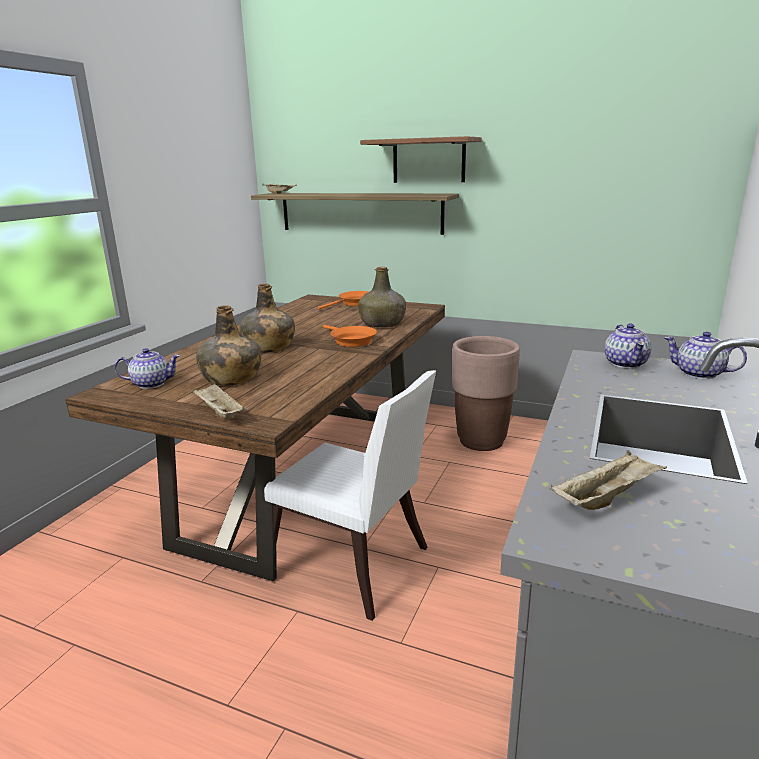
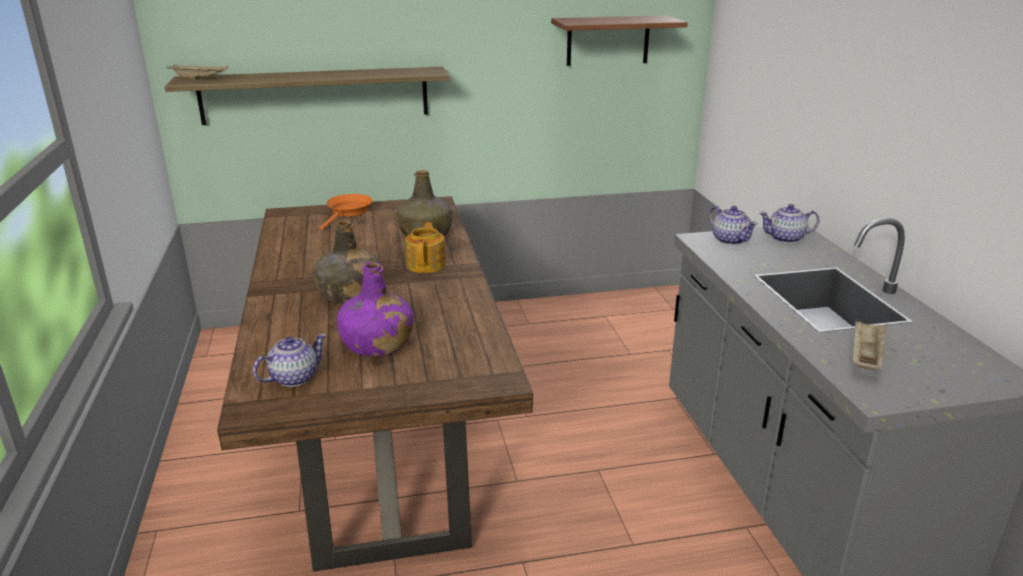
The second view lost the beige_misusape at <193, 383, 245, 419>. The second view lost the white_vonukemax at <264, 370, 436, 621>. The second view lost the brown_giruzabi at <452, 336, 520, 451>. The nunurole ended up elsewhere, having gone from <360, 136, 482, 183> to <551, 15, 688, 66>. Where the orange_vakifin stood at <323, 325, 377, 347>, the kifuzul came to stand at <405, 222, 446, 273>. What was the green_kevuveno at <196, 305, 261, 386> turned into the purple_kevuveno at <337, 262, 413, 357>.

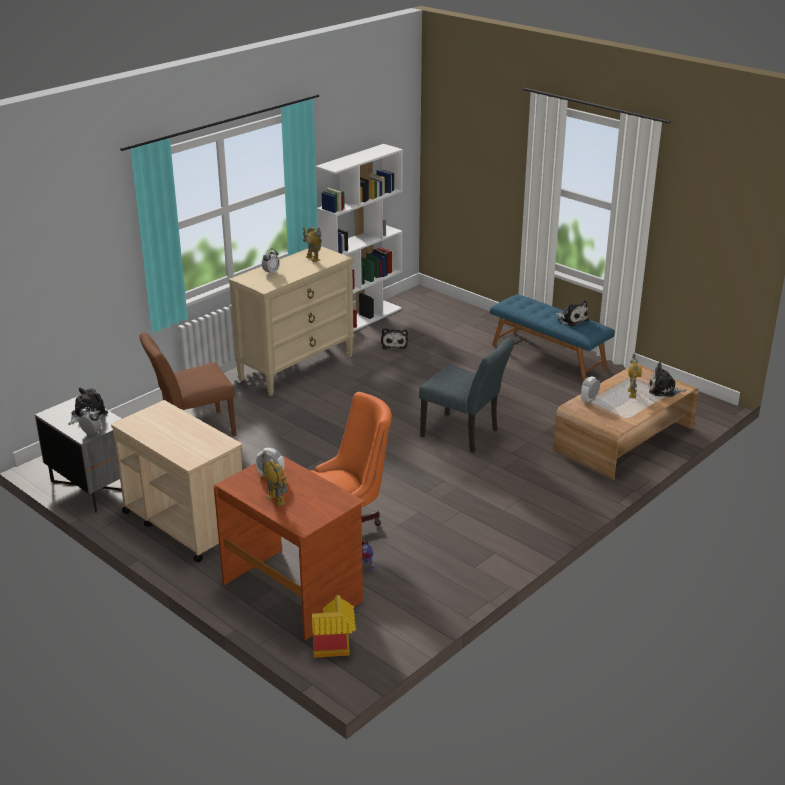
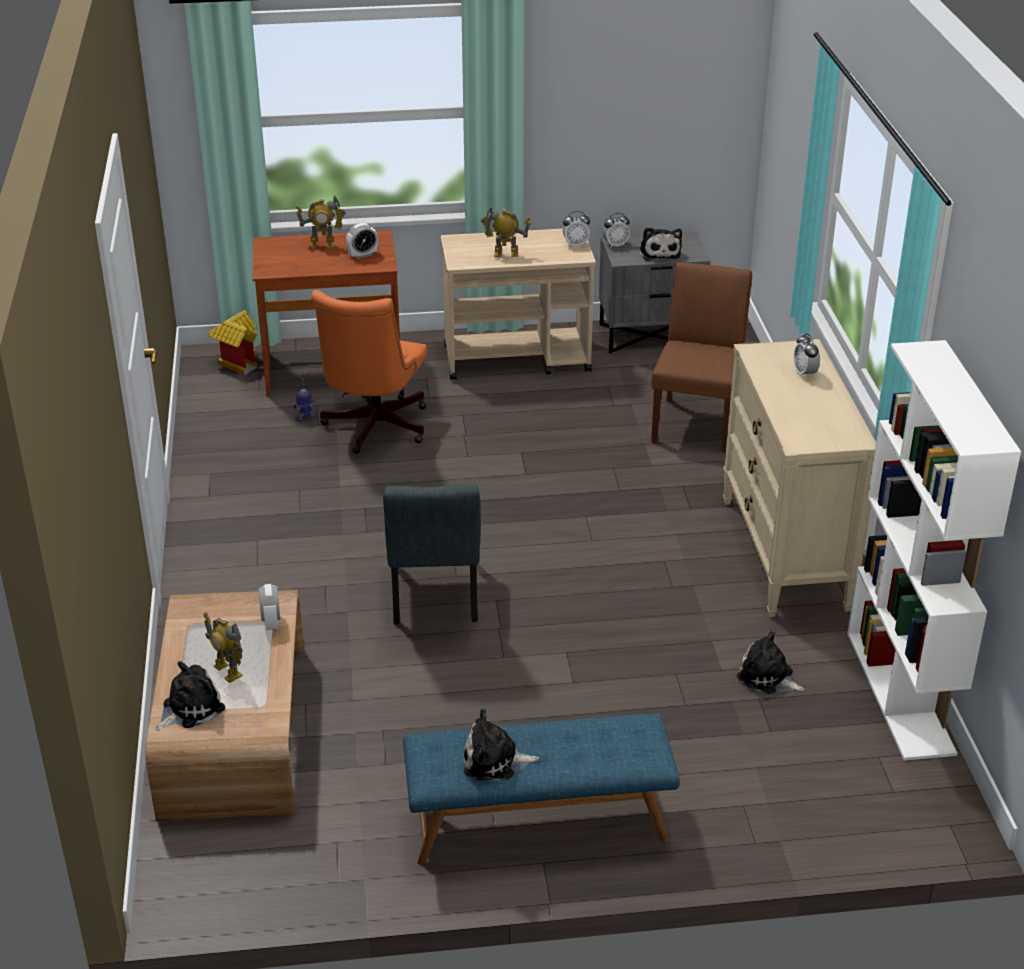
The second view gained the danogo at <563, 211, 590, 247>. The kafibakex ended up elsewhere, having gone from <303, 227, 322, 262> to <481, 206, 531, 257>. The grey_vonukemax at <419, 337, 515, 453> ended up facing another way, 75 degrees counterclockwise from before.

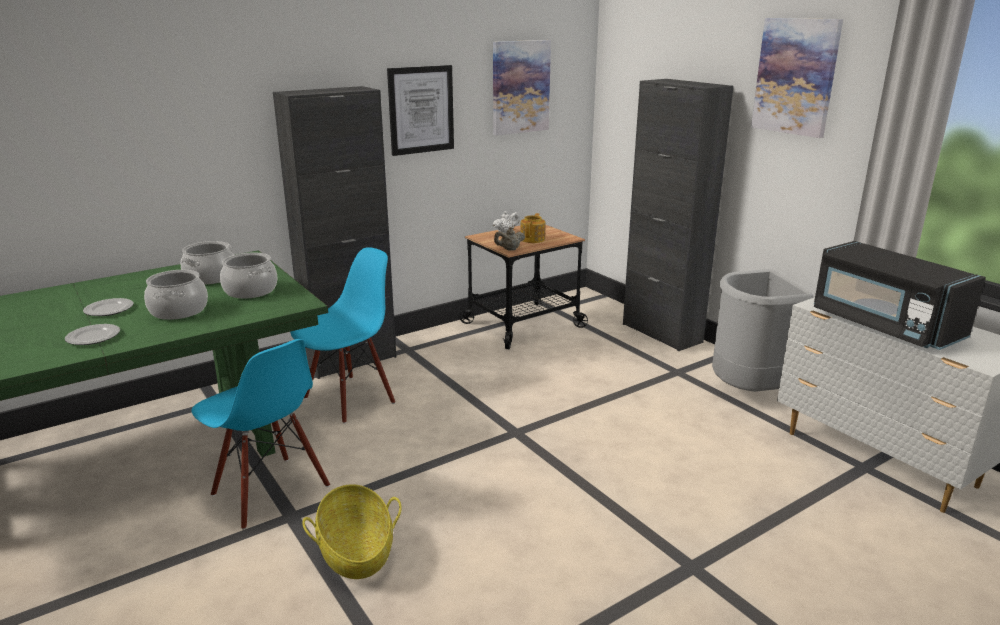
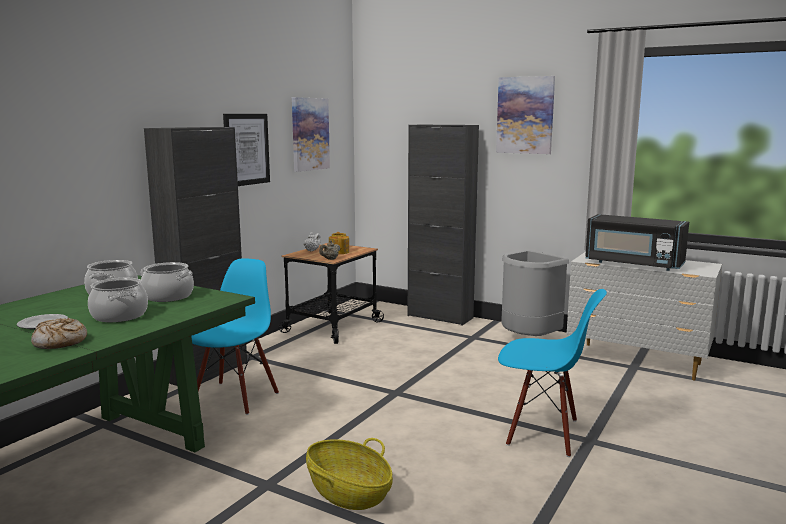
The blue_vonukemax ended up elsewhere, having gone from <191, 339, 330, 530> to <498, 289, 607, 457>. Where the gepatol stood at <65, 324, 120, 345>, the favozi came to stand at <31, 318, 87, 349>.

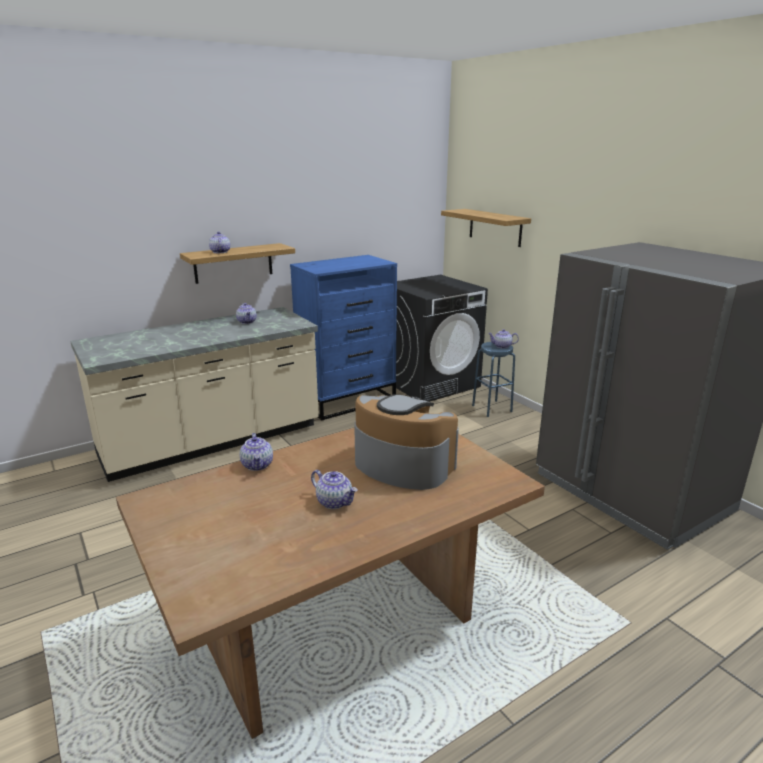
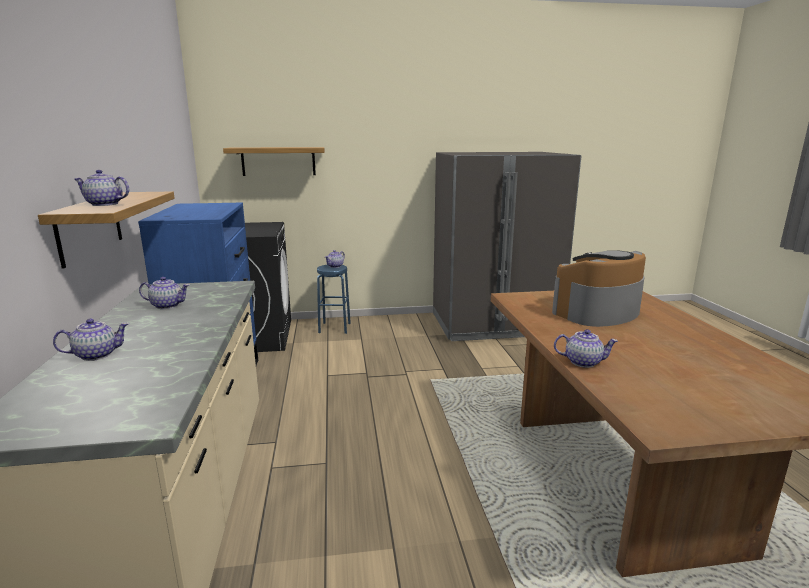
The kifuzul ended up elsewhere, having gone from <311, 470, 358, 509> to <53, 318, 129, 361>.

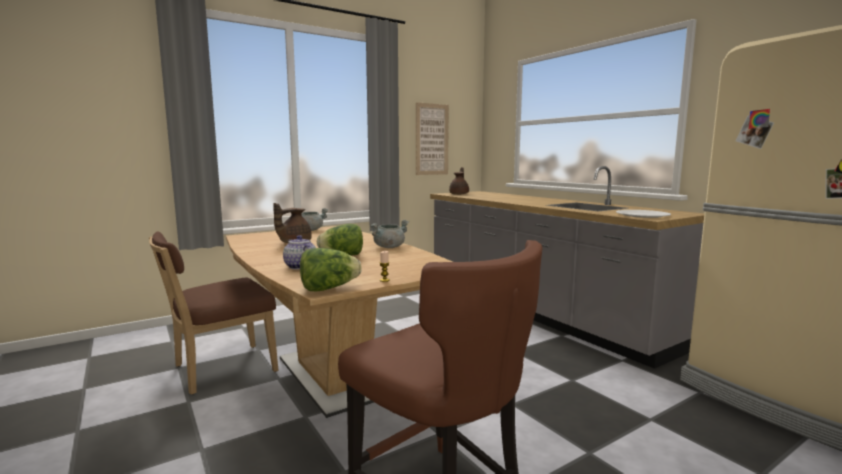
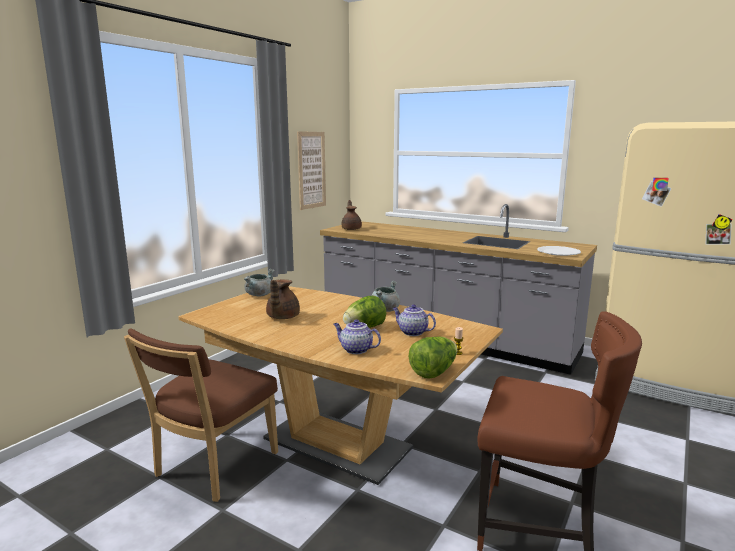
The second view gained the kifuzul at <393, 304, 436, 336>.

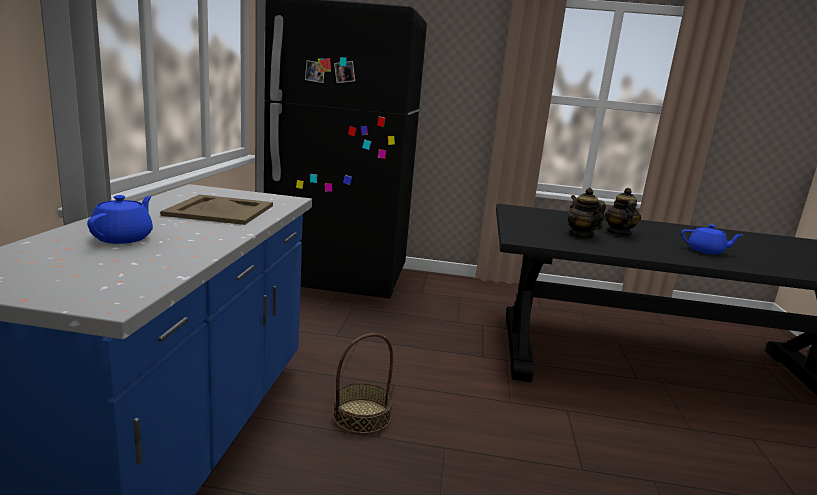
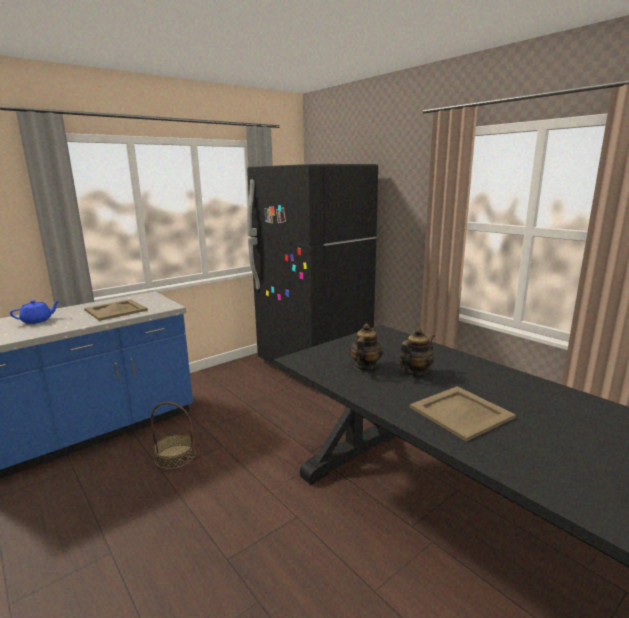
Where the blue_kifuzul stood at <681, 224, 743, 254>, the beige_misusape came to stand at <410, 386, 516, 442>.

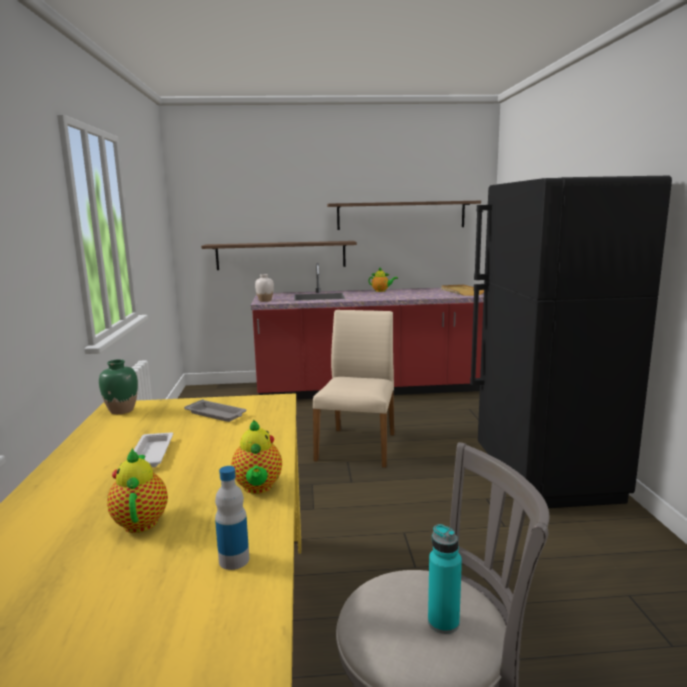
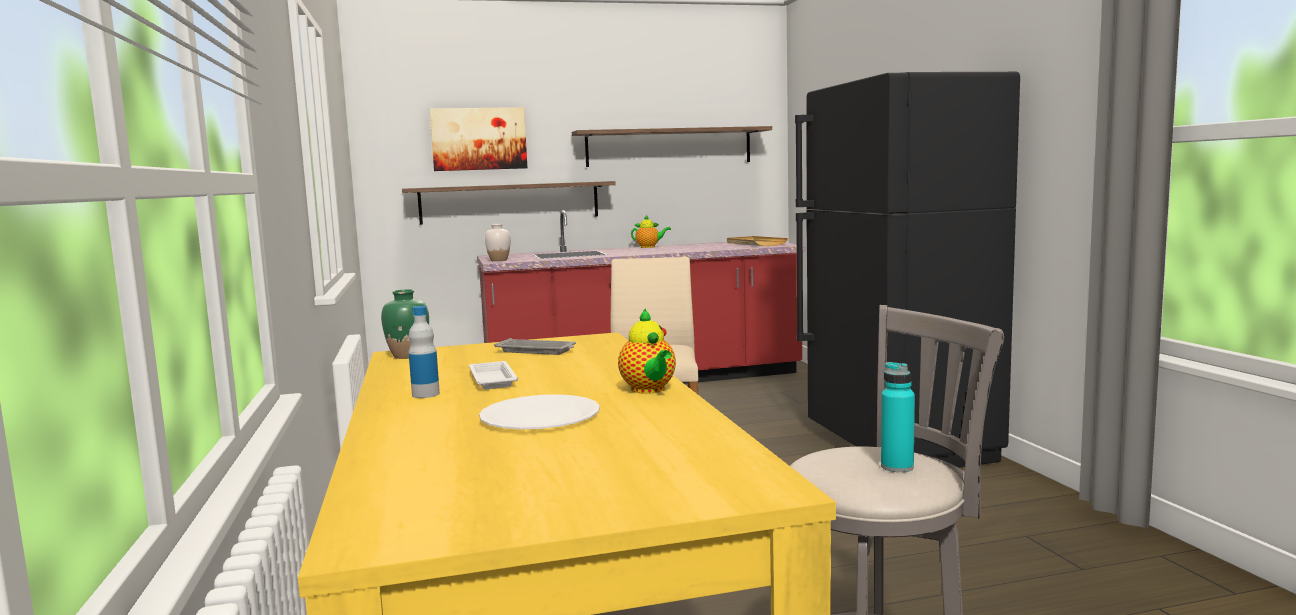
The second view gained the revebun at <430, 107, 527, 171>. The kevuveno ended up elsewhere, having gone from <215, 466, 249, 570> to <409, 306, 440, 398>. Where the kifuzul stood at <107, 447, 168, 533>, the white_gepatol came to stand at <479, 394, 600, 429>.

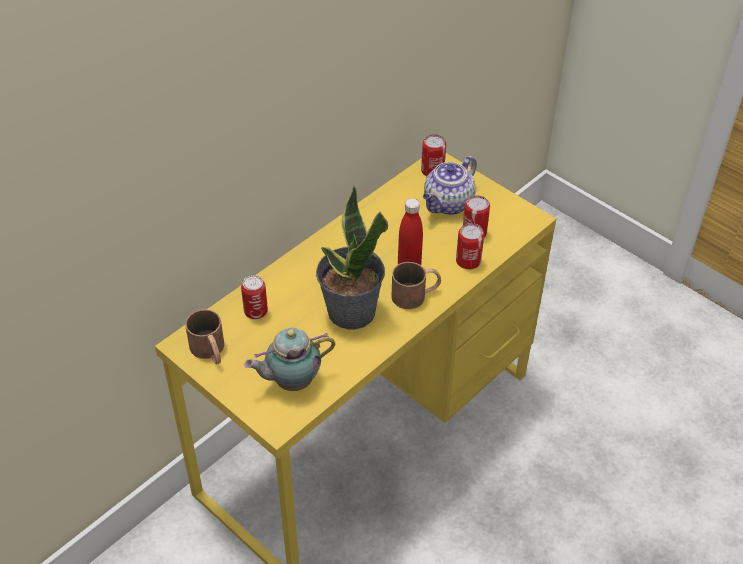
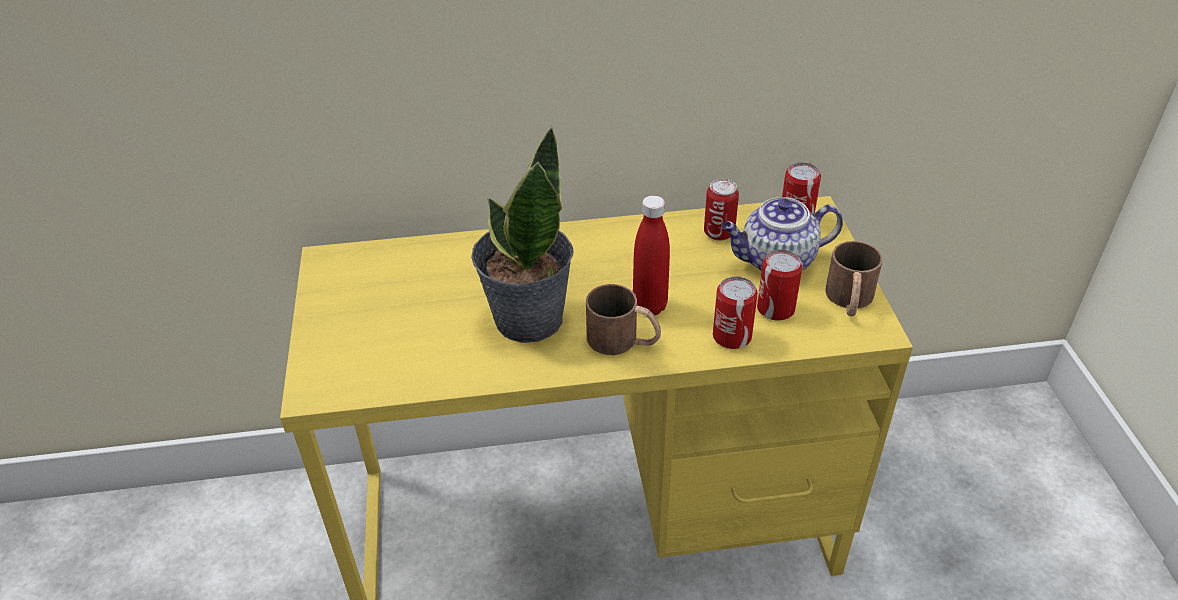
The second view lost the kifuzul at <244, 328, 335, 391>. The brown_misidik ended up elsewhere, having gone from <185, 309, 224, 364> to <826, 241, 883, 316>. The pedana ended up elsewhere, having gone from <241, 275, 268, 319> to <704, 179, 739, 241>.

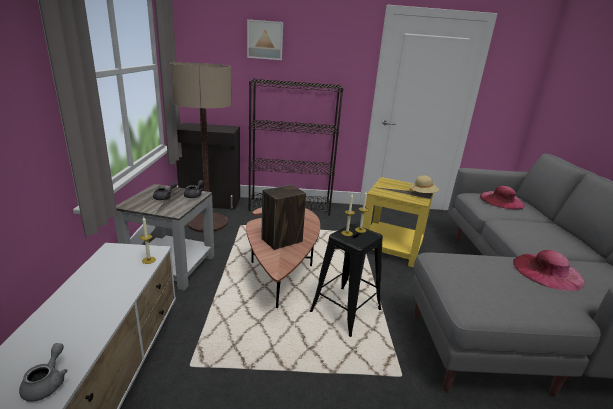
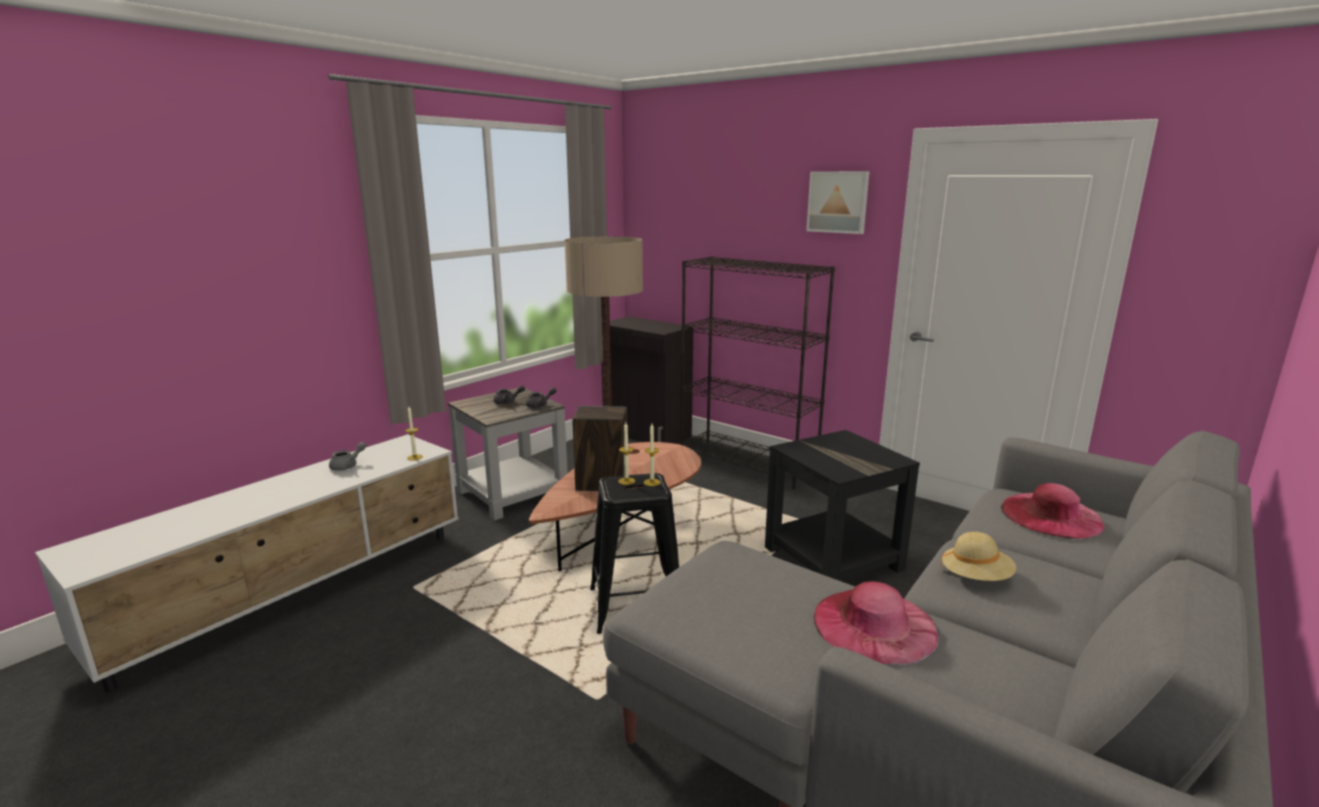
The grey_kifuzul ended up elsewhere, having gone from <19, 343, 68, 402> to <329, 442, 366, 471>. The revebun ended up elsewhere, having gone from <247, 19, 283, 60> to <806, 171, 870, 234>. The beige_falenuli ended up elsewhere, having gone from <410, 175, 439, 193> to <940, 532, 1016, 581>. What was the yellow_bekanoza at <363, 177, 433, 268> turned into the black_bekanoza at <765, 430, 920, 581>.

